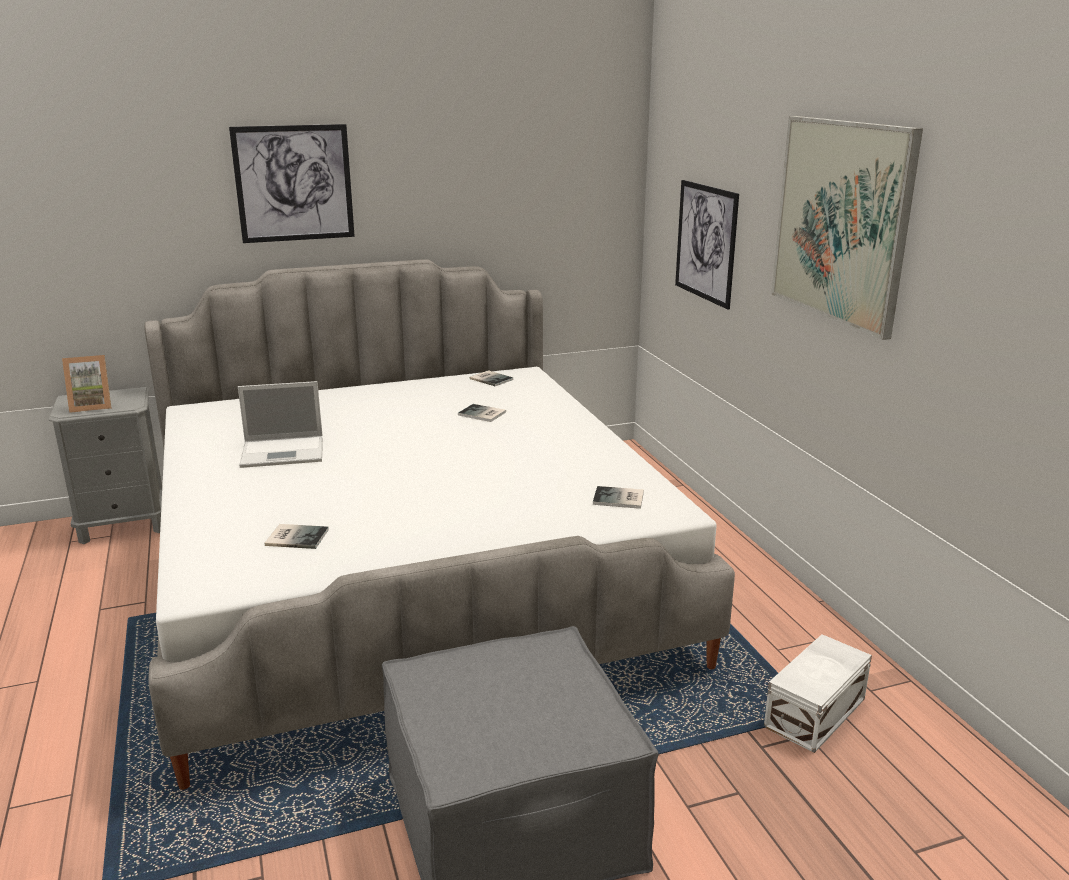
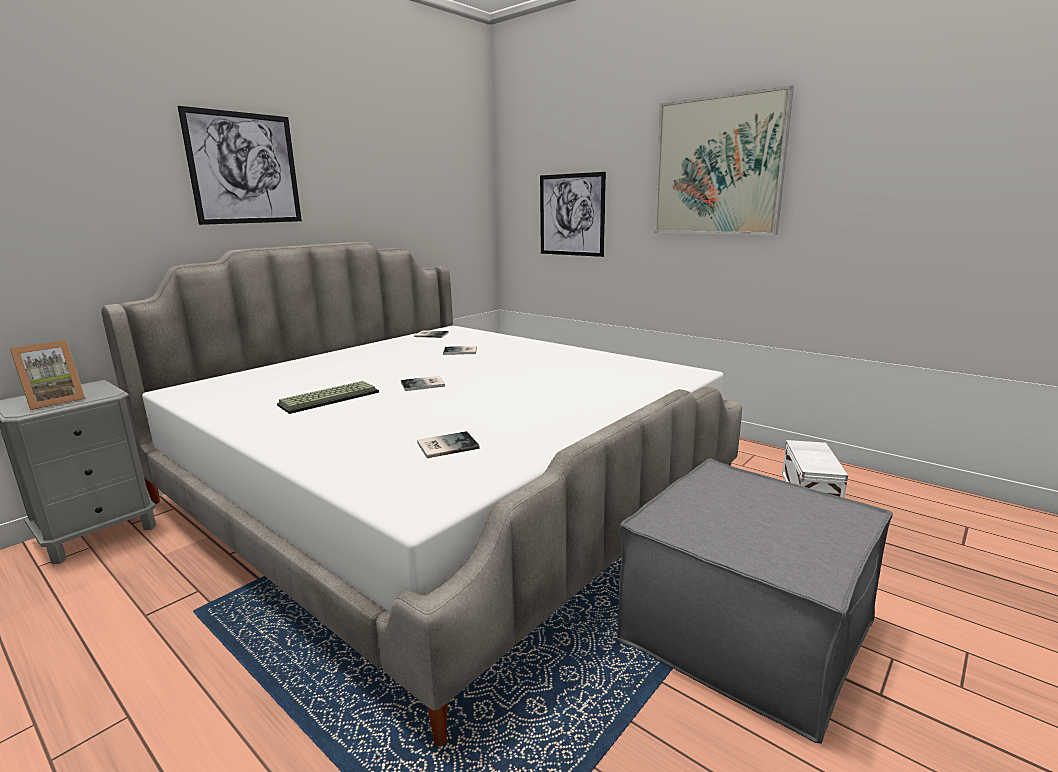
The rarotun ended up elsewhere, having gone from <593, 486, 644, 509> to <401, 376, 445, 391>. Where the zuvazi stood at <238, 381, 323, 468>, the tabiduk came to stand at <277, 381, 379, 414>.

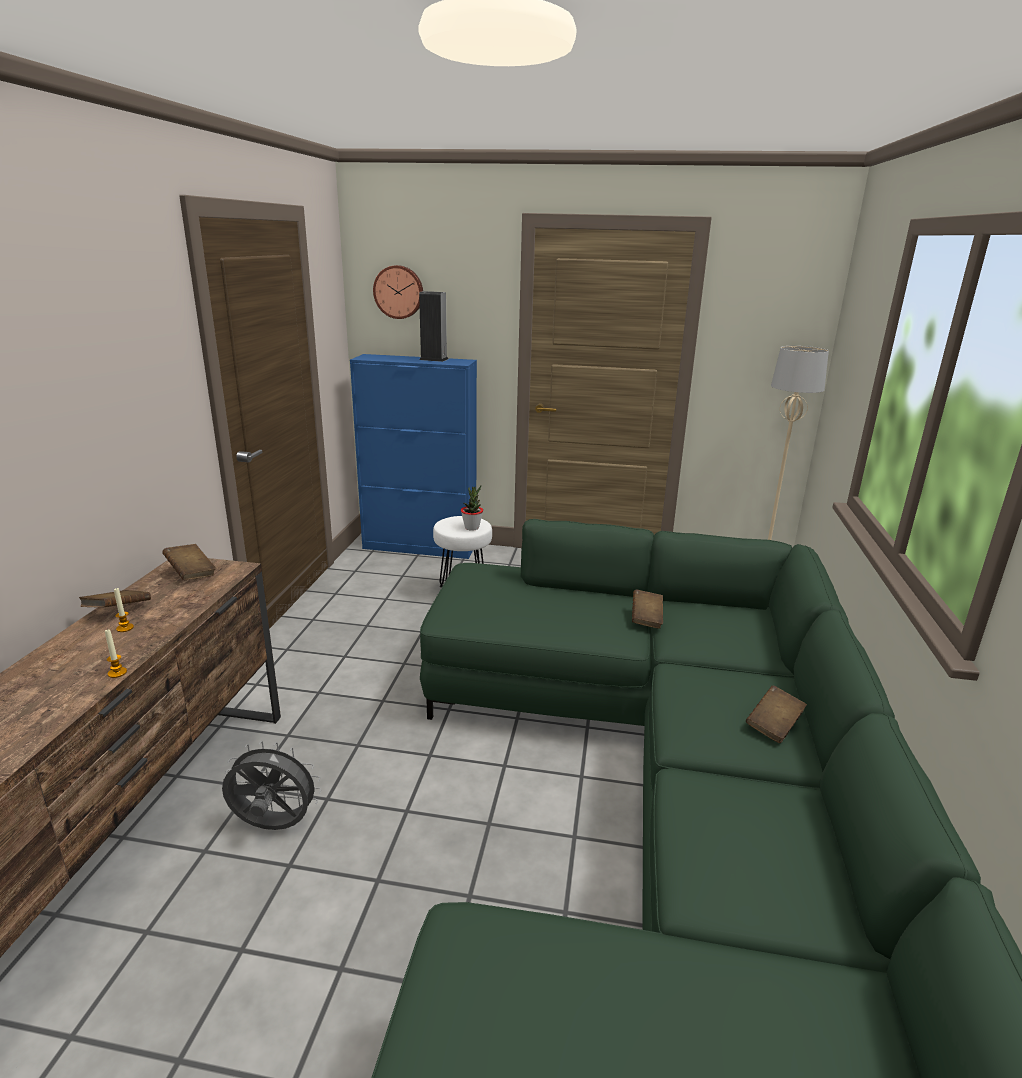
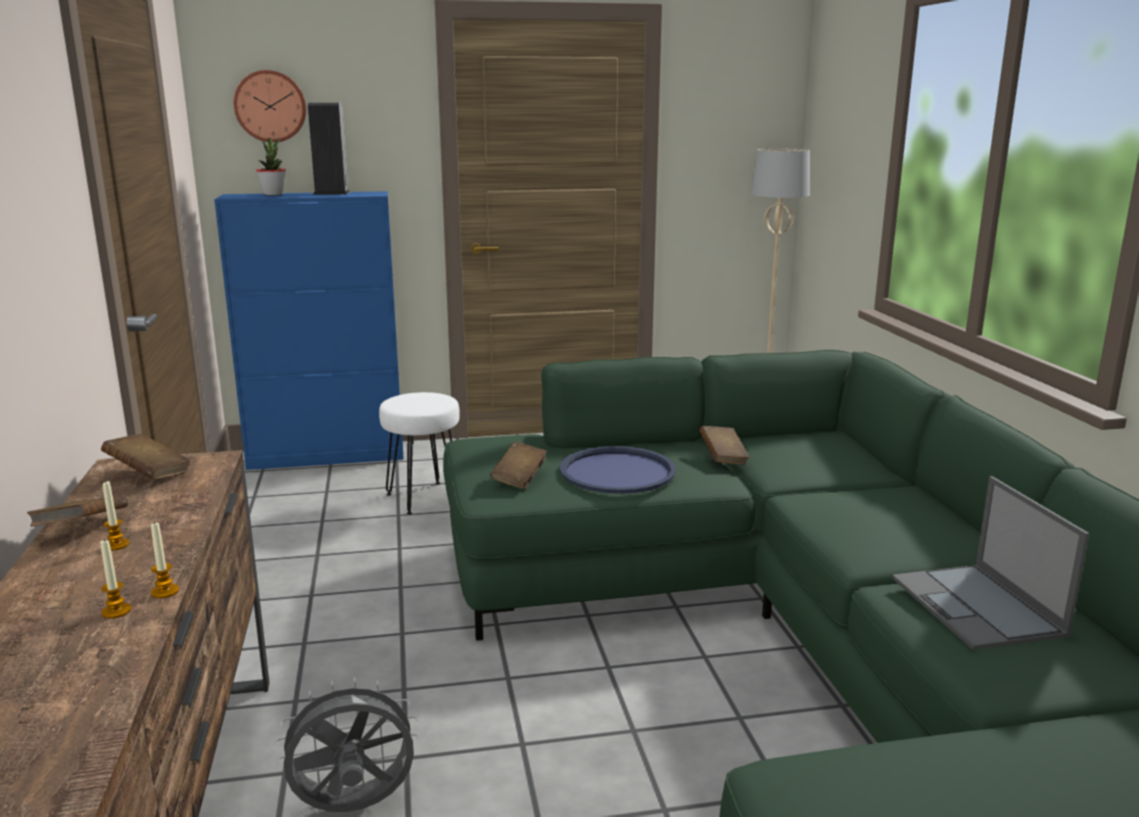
The second view gained the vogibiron at <100, 539, 131, 619>. The second view gained the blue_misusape at <560, 446, 676, 494>. The second view gained the zuvazi at <892, 476, 1089, 650>. The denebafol ended up elsewhere, having gone from <461, 485, 483, 531> to <256, 137, 286, 195>. The brown_rarotun ended up elsewhere, having gone from <746, 685, 807, 743> to <490, 441, 547, 489>.

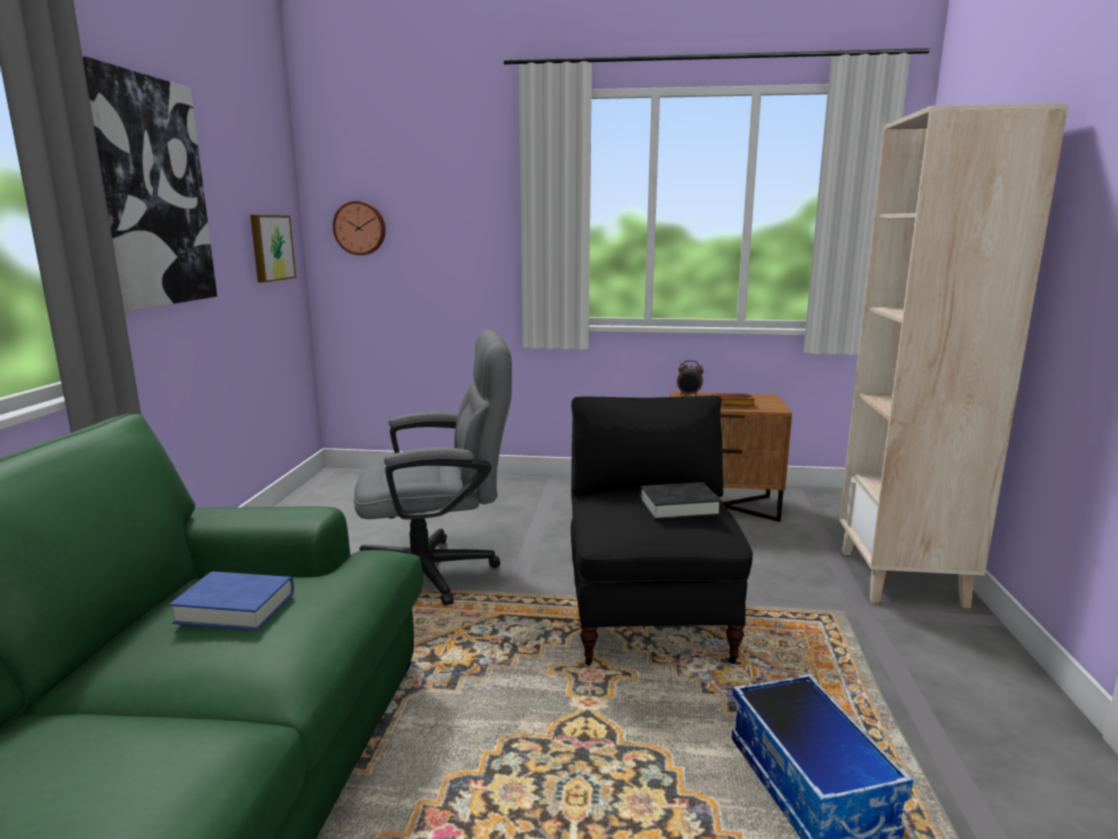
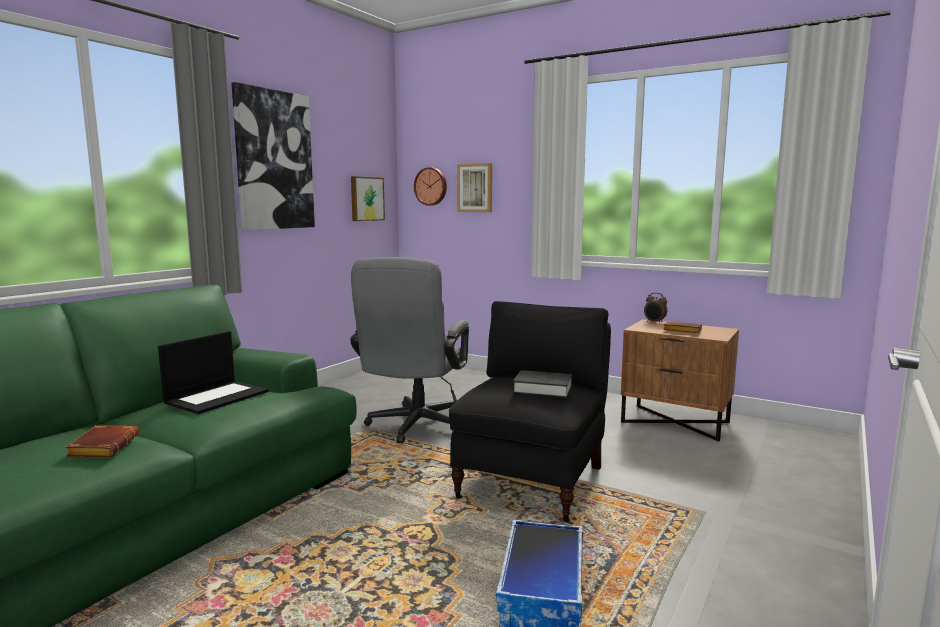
The second view lost the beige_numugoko at <839, 103, 1069, 608>. The second view gained the brown_rarotun at <65, 425, 139, 457>. The second view gained the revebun at <457, 163, 492, 212>. Where the blue_rarotun stood at <169, 571, 294, 631>, the zuvazi came to stand at <158, 331, 269, 414>. The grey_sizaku at <354, 330, 512, 606> ended up facing another way, 90 degrees clockwise from before.

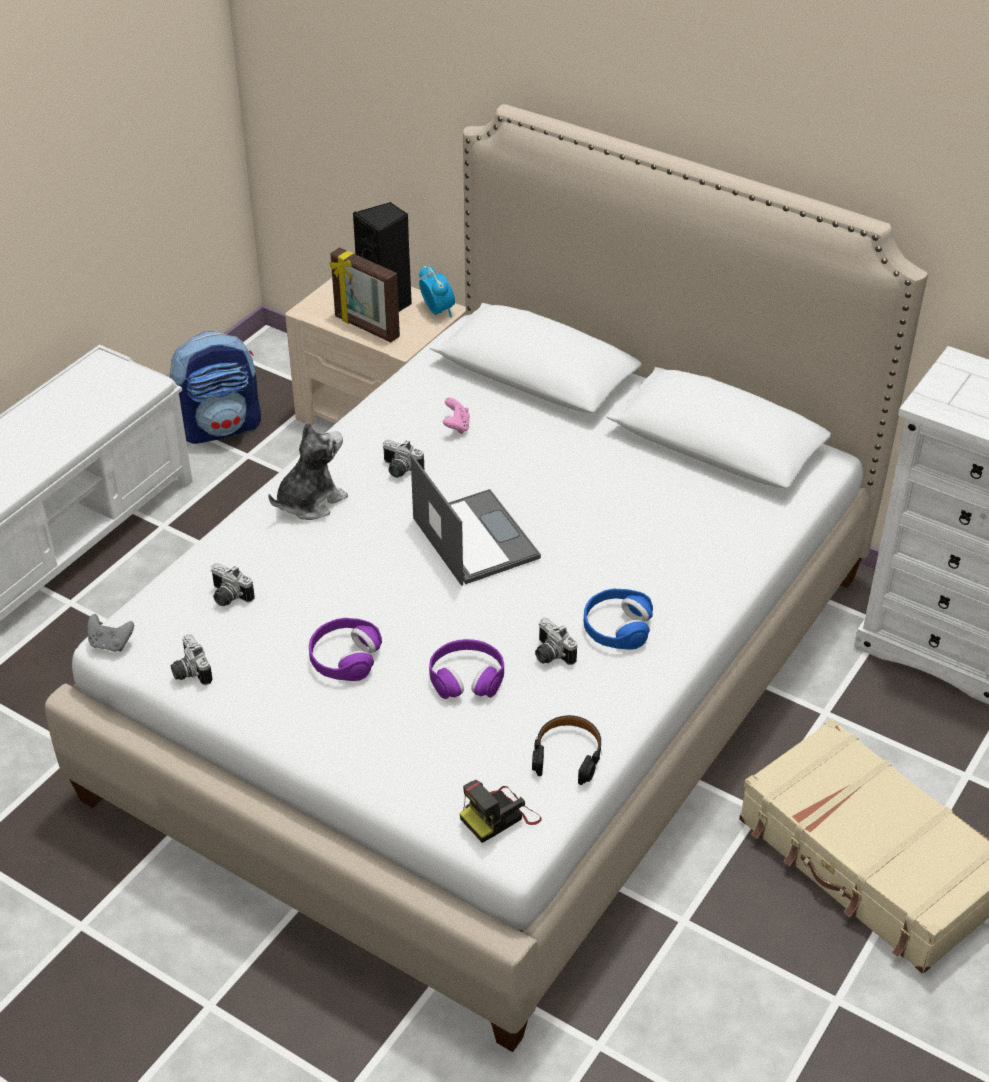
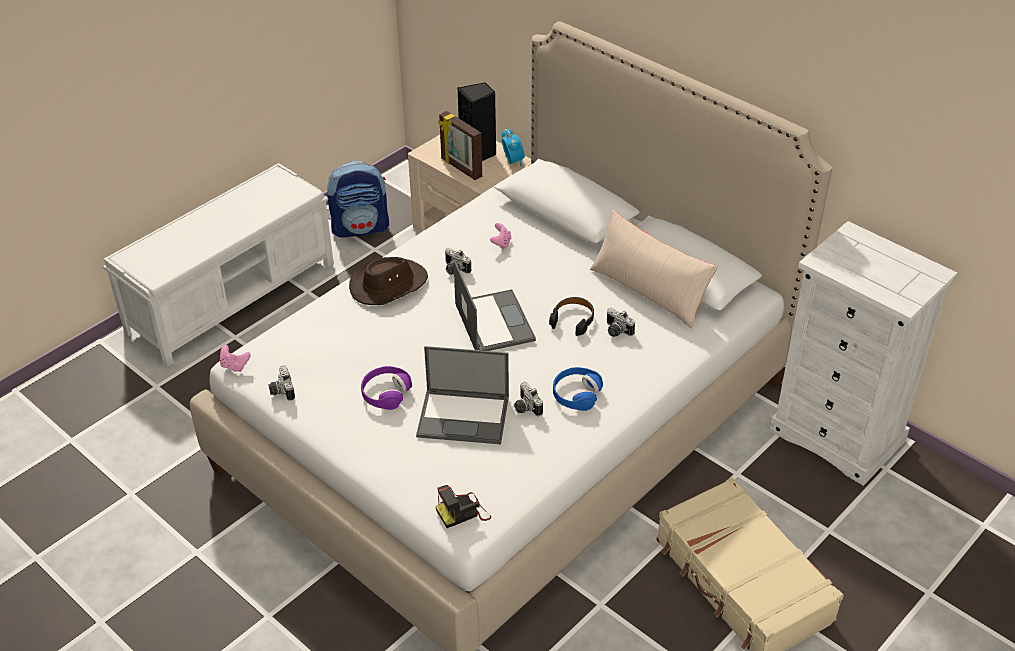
The second view gained the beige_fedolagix at <590, 210, 717, 328>. The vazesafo ended up elsewhere, having gone from <211, 563, 255, 606> to <607, 308, 635, 337>. The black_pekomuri ended up elsewhere, having gone from <532, 715, 602, 785> to <549, 297, 594, 336>. Where the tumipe stood at <268, 422, 348, 520>, the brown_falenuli came to stand at <349, 257, 428, 305>. Where the purple_pekomuri stood at <429, 639, 504, 699>, the zuvazi came to stand at <416, 346, 509, 444>. What was the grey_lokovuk at <87, 614, 134, 652> turned into the pink_lokovuk at <220, 345, 251, 372>.

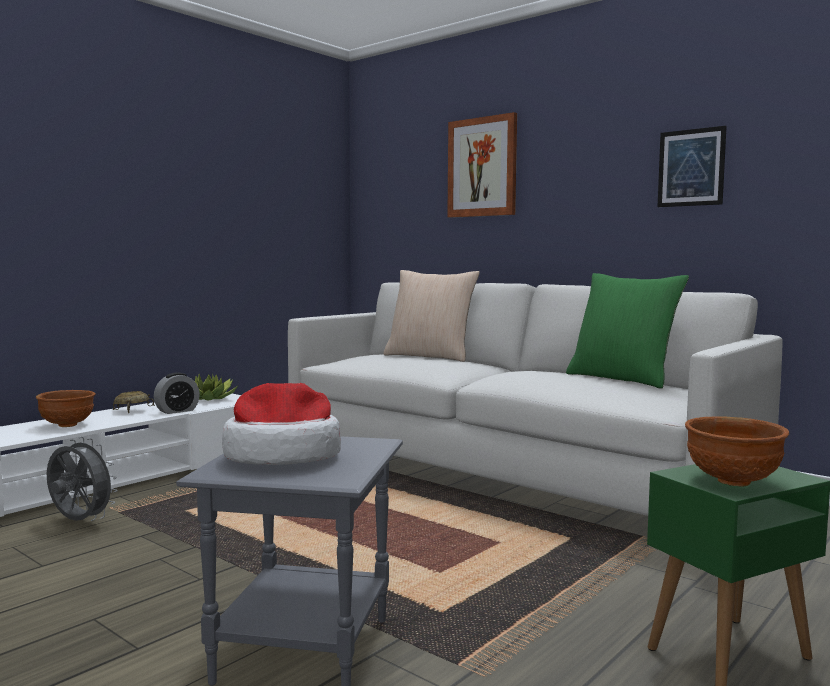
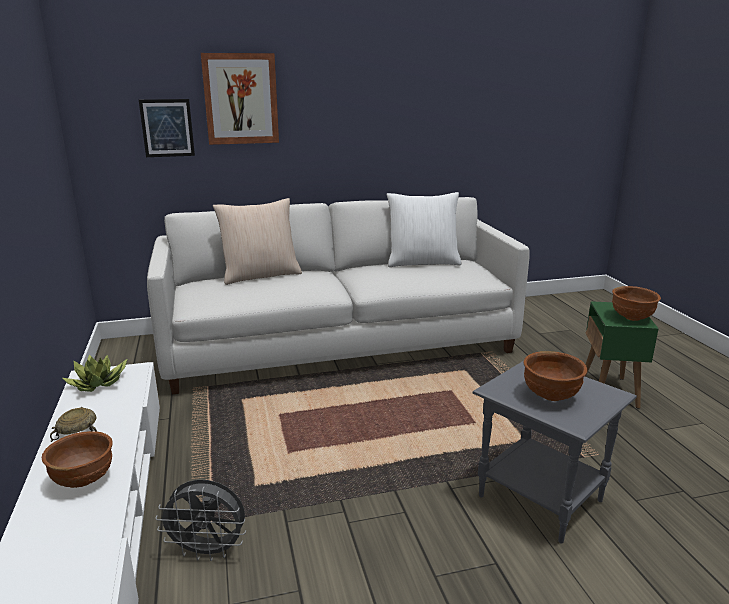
The second view lost the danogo at <154, 373, 200, 414>. The revebun ended up elsewhere, having gone from <657, 126, 727, 207> to <139, 99, 195, 157>. Where the falenuli stood at <222, 383, 341, 465>, the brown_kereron came to stand at <524, 351, 587, 401>. What was the green_fedolagix at <566, 273, 689, 389> turned into the white_fedolagix at <387, 192, 462, 267>. The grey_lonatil at <47, 437, 118, 521> ended up facing another way, 150 degrees counterclockwise from before.

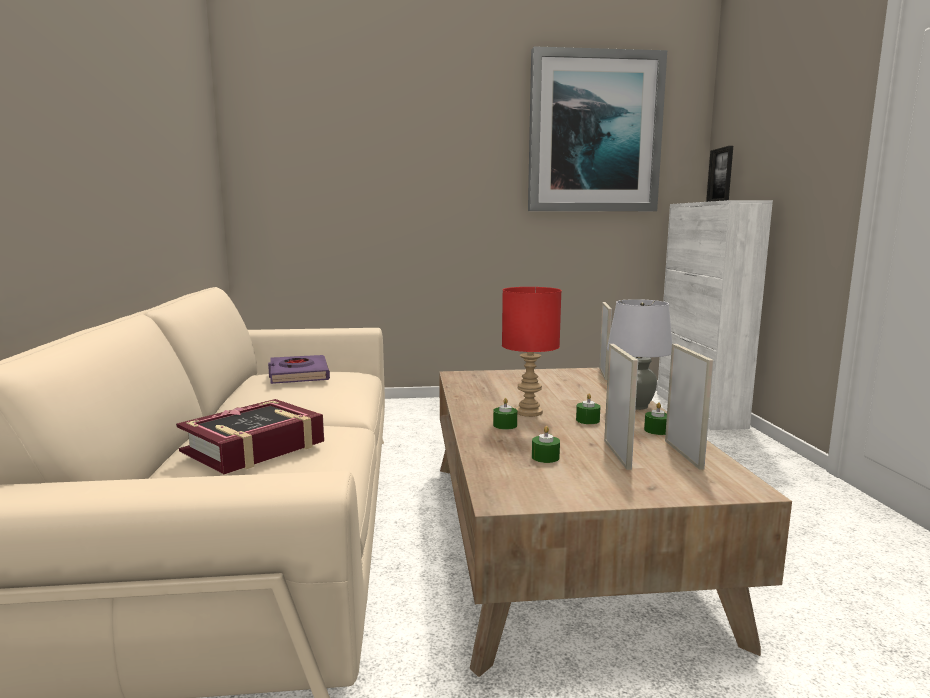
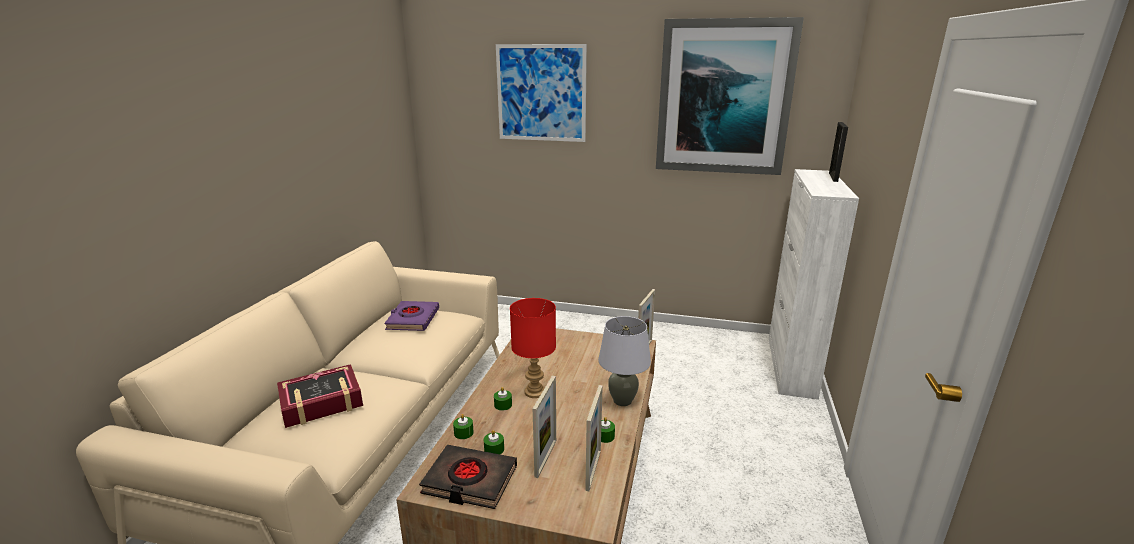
The second view gained the black_rarotun at <419, 445, 517, 509>. The second view gained the revebun at <496, 44, 587, 142>. The green_vogibiron ended up elsewhere, having gone from <576, 394, 601, 424> to <453, 414, 474, 439>.

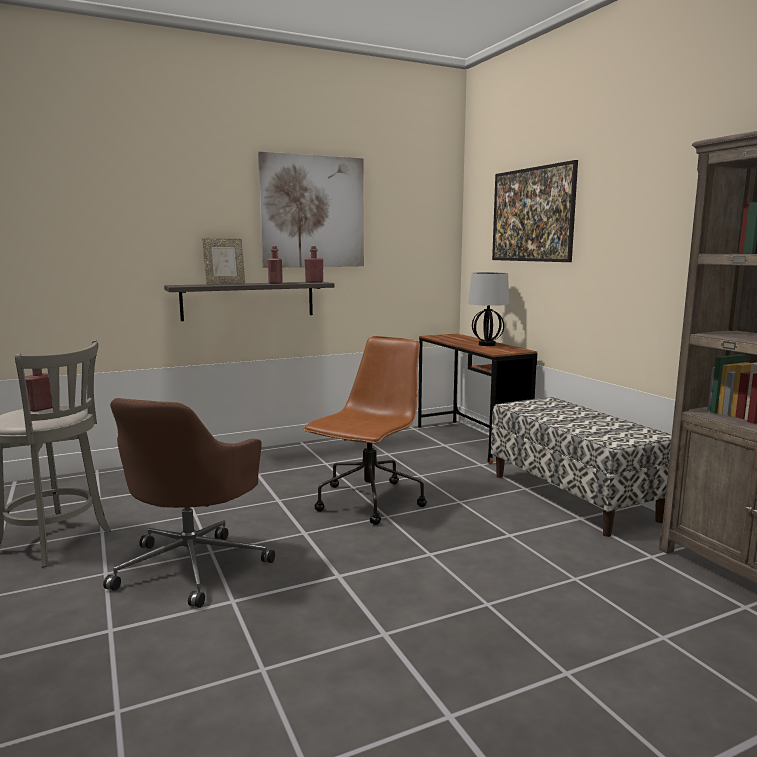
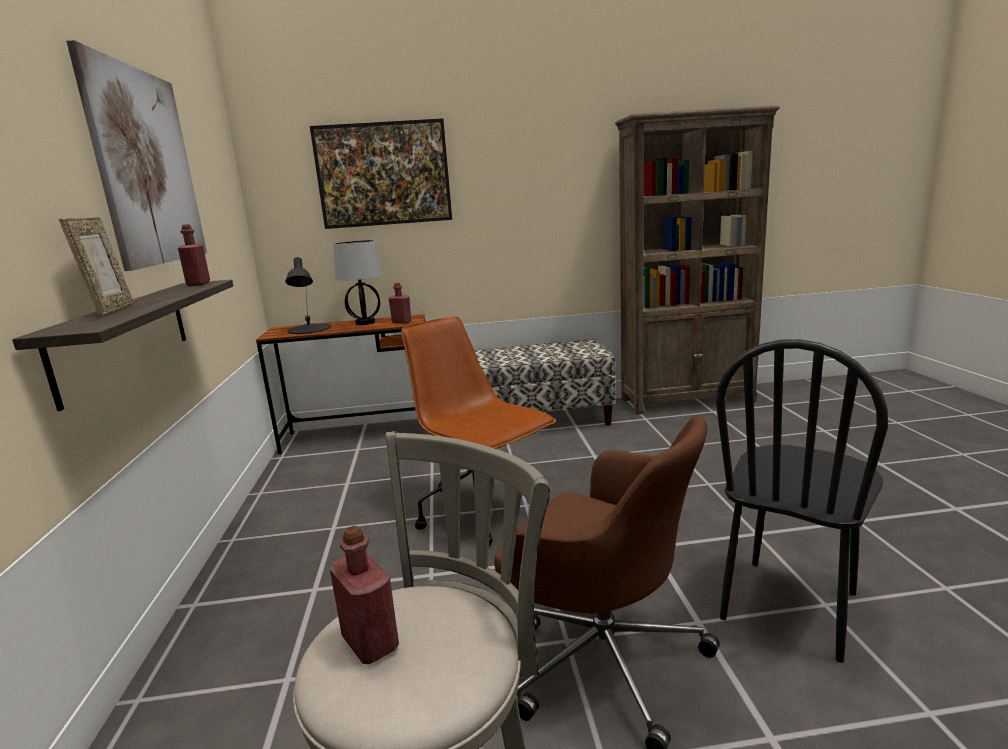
The second view gained the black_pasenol at <285, 257, 331, 334>. The second view gained the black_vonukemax at <716, 339, 888, 663>. The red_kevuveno ended up elsewhere, having gone from <268, 246, 283, 284> to <388, 282, 411, 324>.

